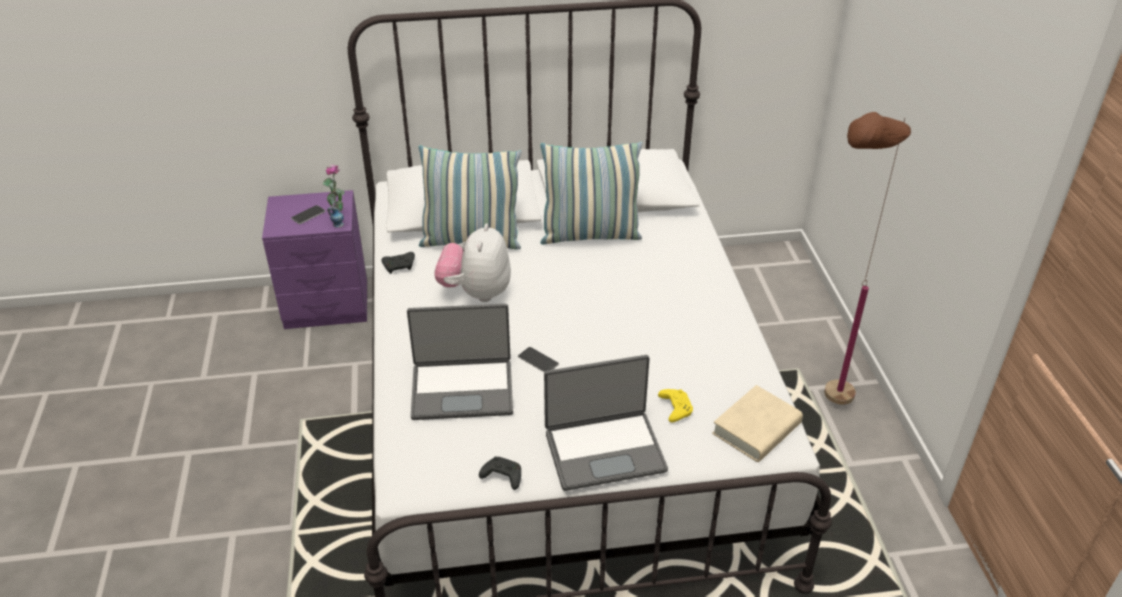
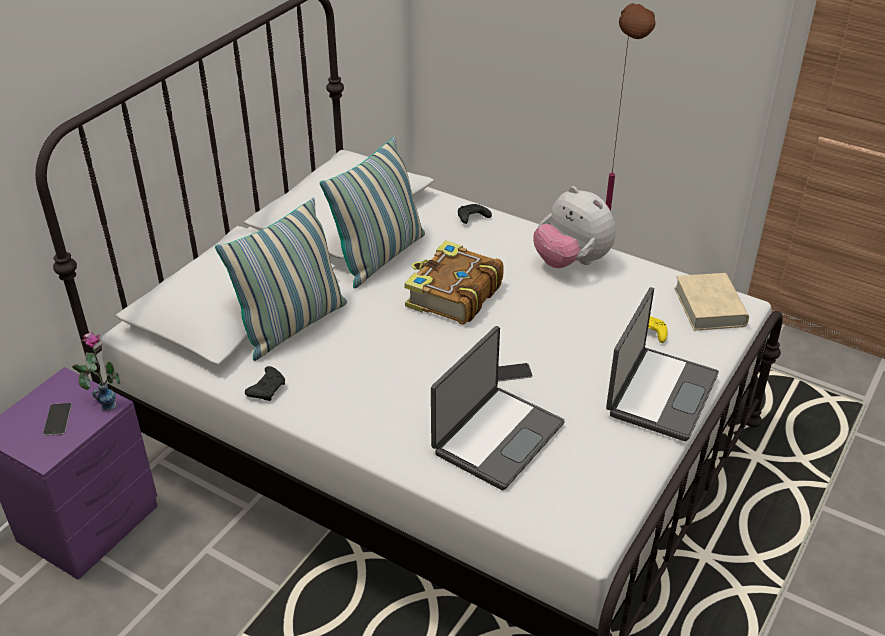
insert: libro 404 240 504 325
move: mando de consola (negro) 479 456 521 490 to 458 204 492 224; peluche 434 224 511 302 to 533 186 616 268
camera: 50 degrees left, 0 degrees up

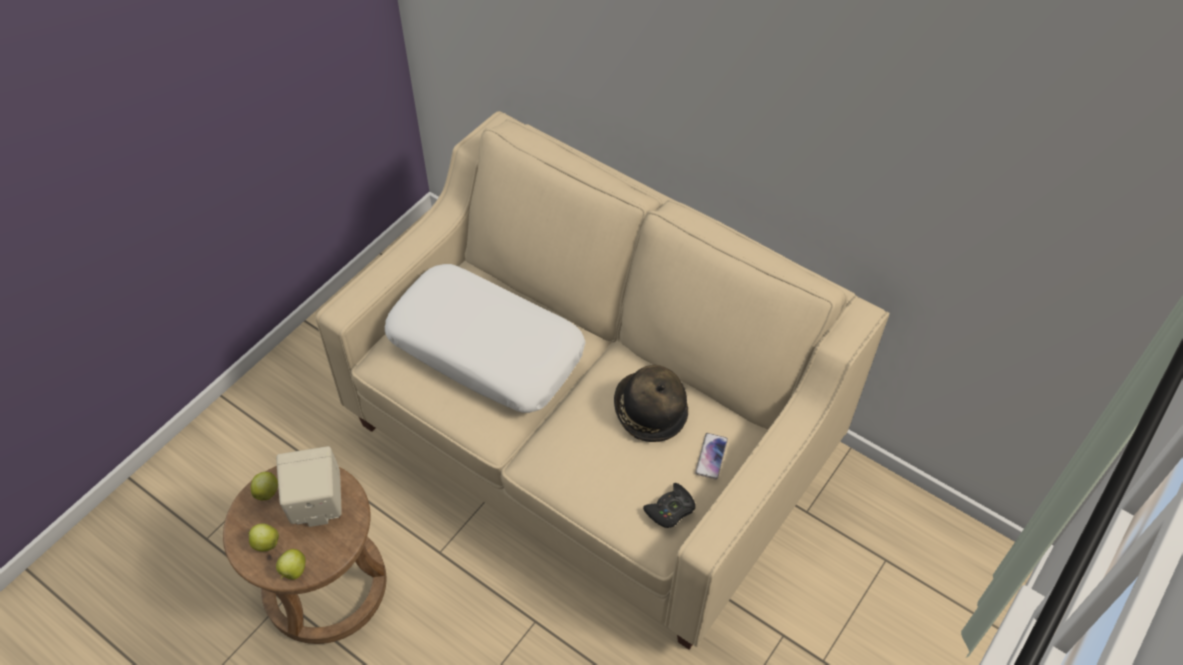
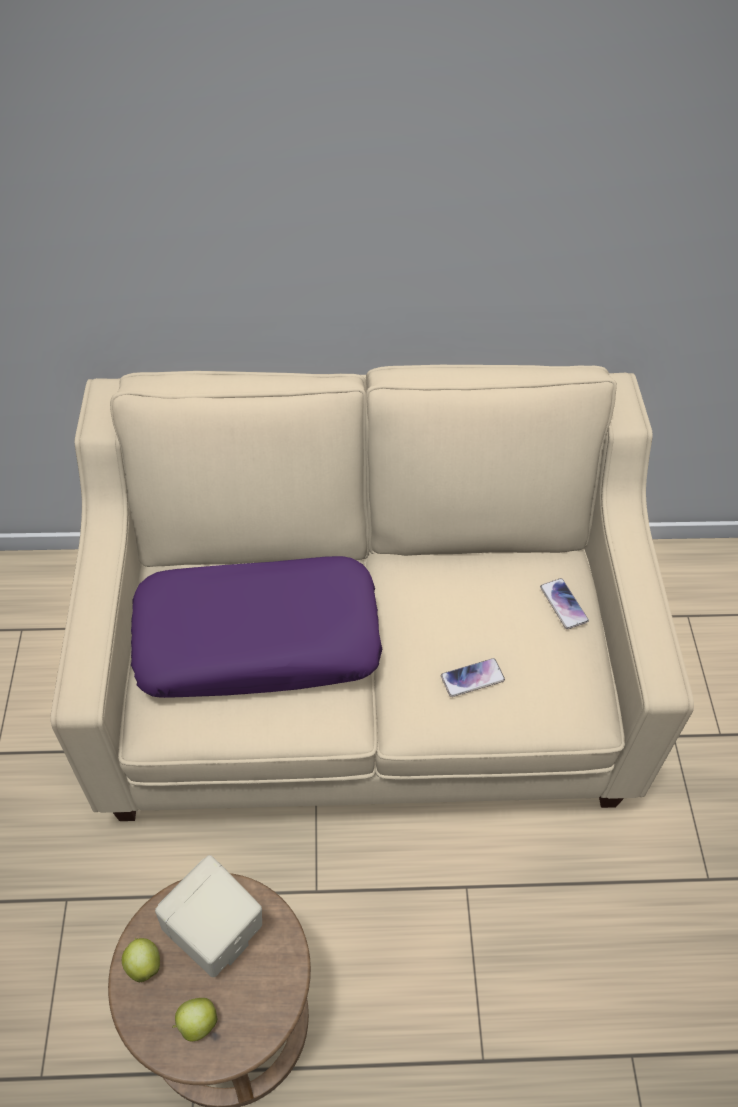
delete: manzana 276 549 305 580; sombrero 614 365 688 442; mando de consola (negro) 643 483 696 528
insert: móvil 441 658 505 697
recolor: cojín (blanco) 385 264 585 413 to cojín (morado) 131 556 382 698
camera: 40 degrees left, 0 degrees up

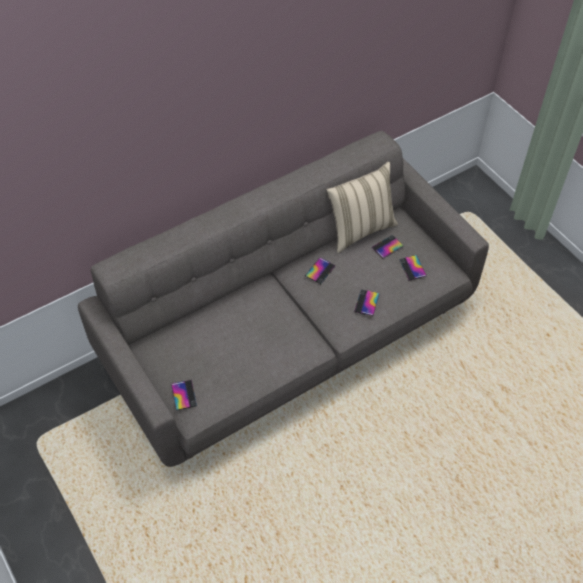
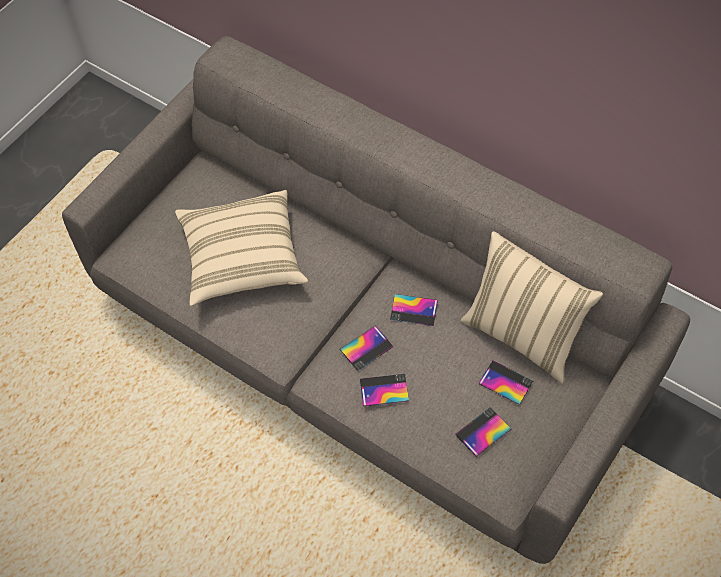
insert: cojín (beis) 175 190 308 306
move: móvil 171 380 197 410 to 340 325 393 371
camera: 70 degrees right, 5 degrees up

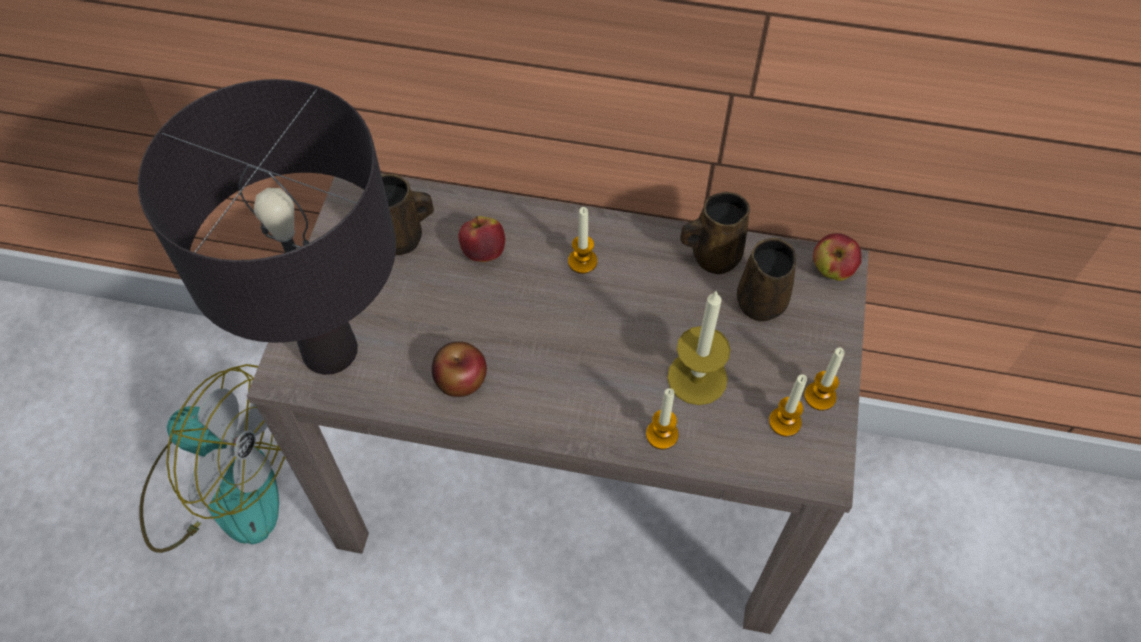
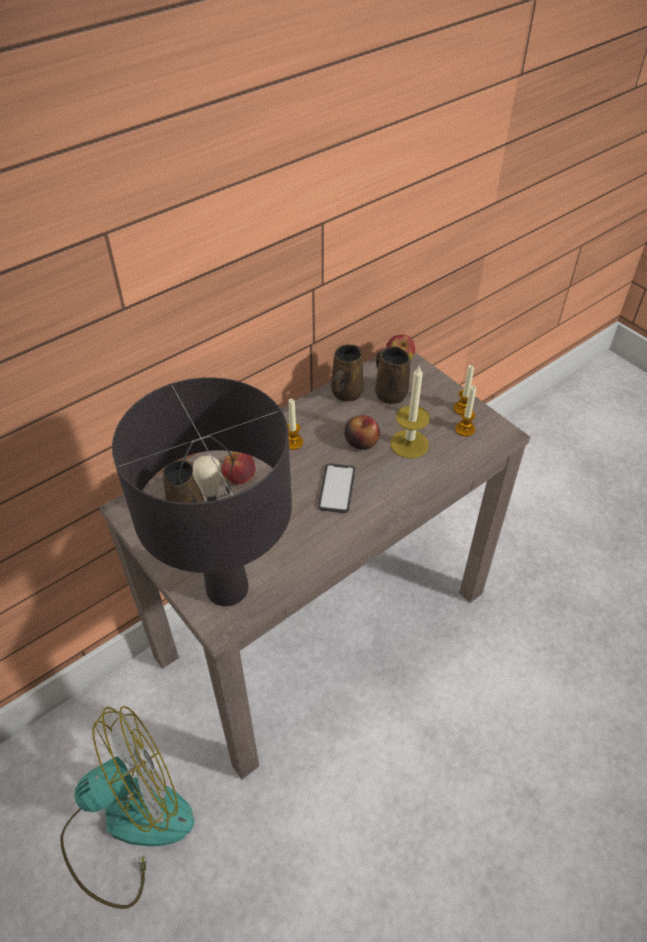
delete: vela 646 388 679 450
insert: móvil 318 463 355 513
move: manzana 432 341 487 397 to 344 415 380 450
camera: 50 degrees left, 10 degrees down

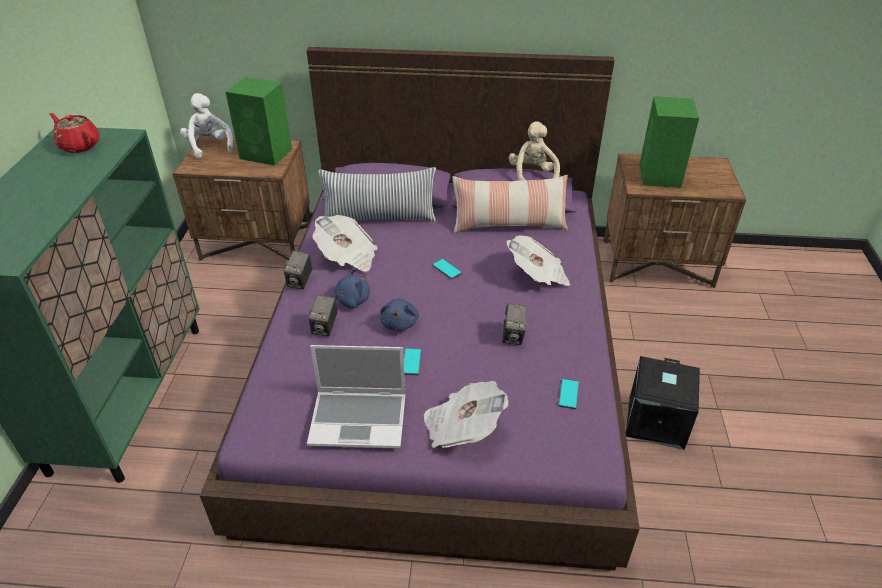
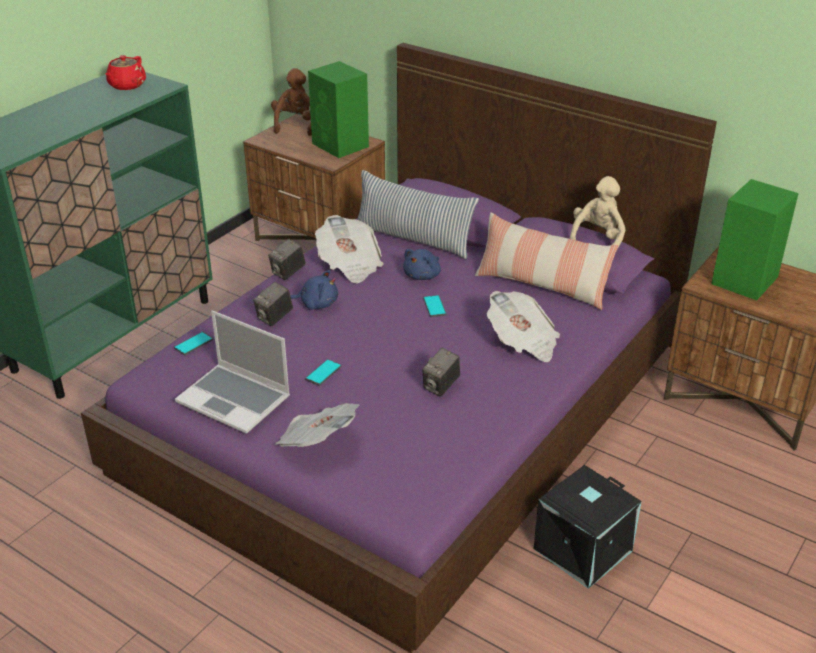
move: móvil 558 378 579 409 to 174 331 213 355; peluche (azul) 381 298 419 331 to 403 249 441 280
recolor: peluche (blanco) 180 93 233 158 to peluche (marrón) 271 68 312 136
rotate: tetera (rojo) 49 113 100 153 = 105 55 146 90 135 degrees counterclockwise
camera: 30 degrees right, 5 degrees down

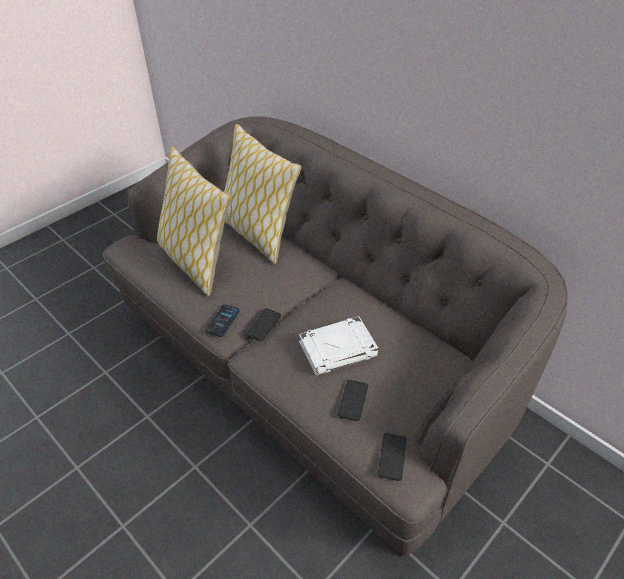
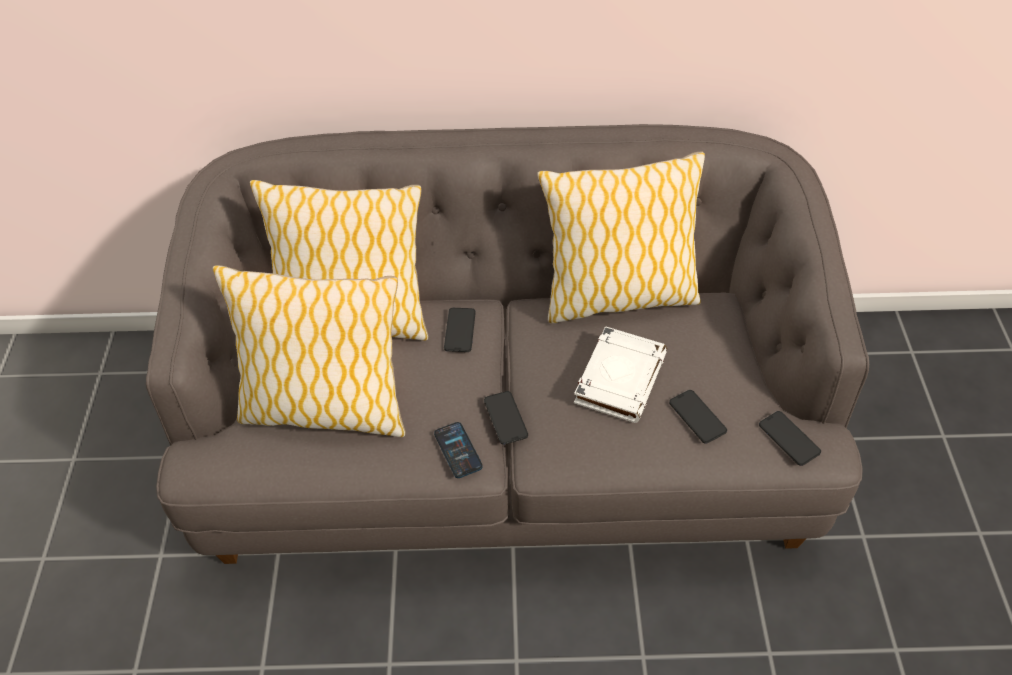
insert: móvil 444 308 476 352; cojín 537 151 705 323
camera: 45 degrees left, 5 degrees up

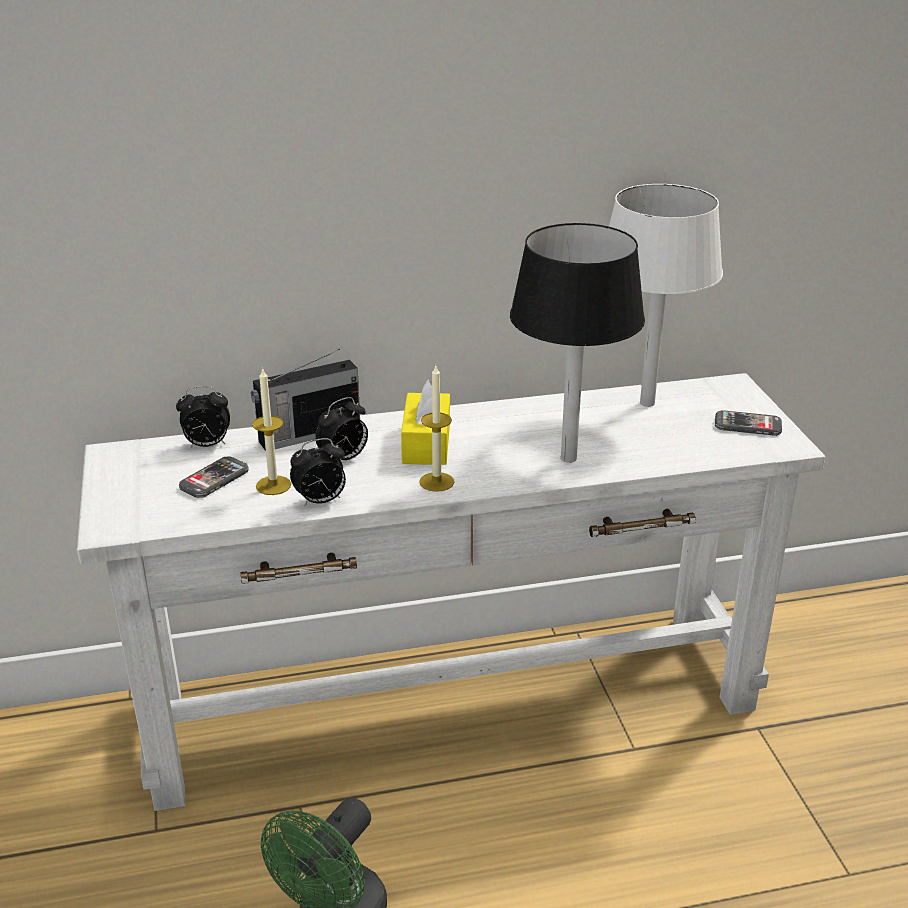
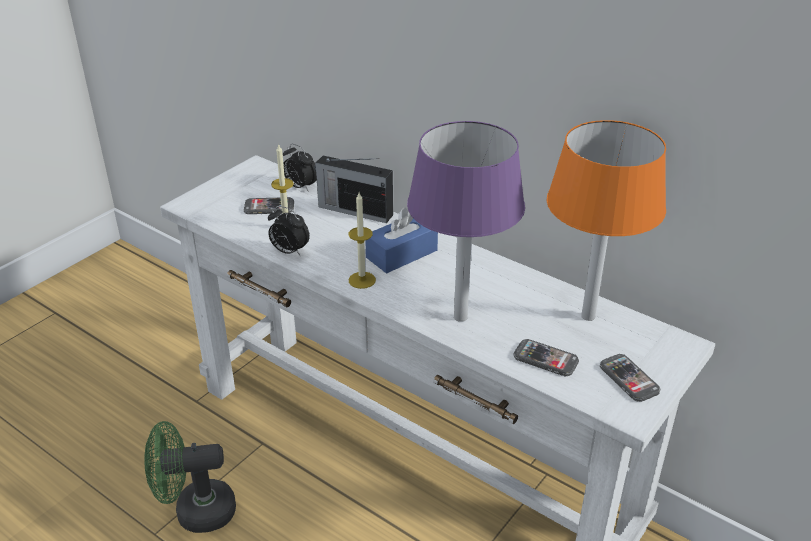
delete: despertador 315 397 368 460
insert: móvil 513 339 579 376
recolor: caja de pañuelos (amarillo) 401 380 450 465 to caja de pañuelos (azul) 365 208 438 274; lámpara de mesa (negro) 510 223 645 463 to lámpara de mesa (morado) 407 121 525 322; lámpara de mesa (blanco) 609 184 723 407 to lámpara de mesa (naranja) 547 120 666 321
camera: 50 degrees right, 5 degrees up

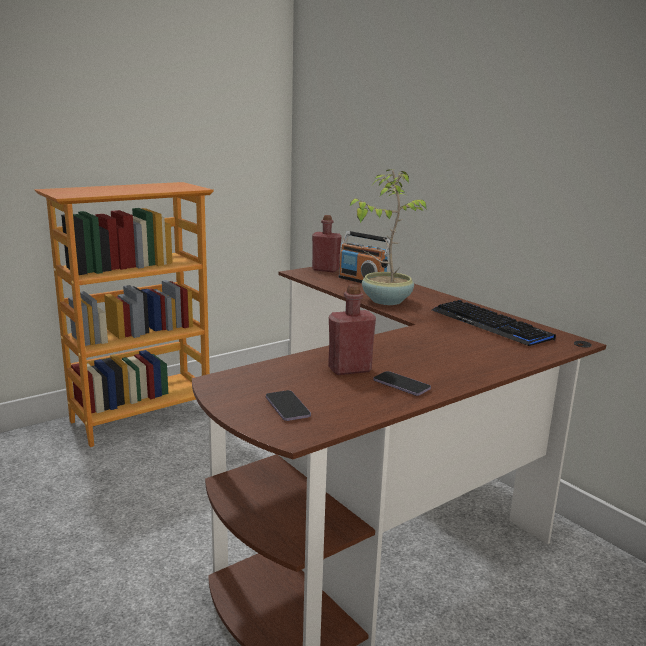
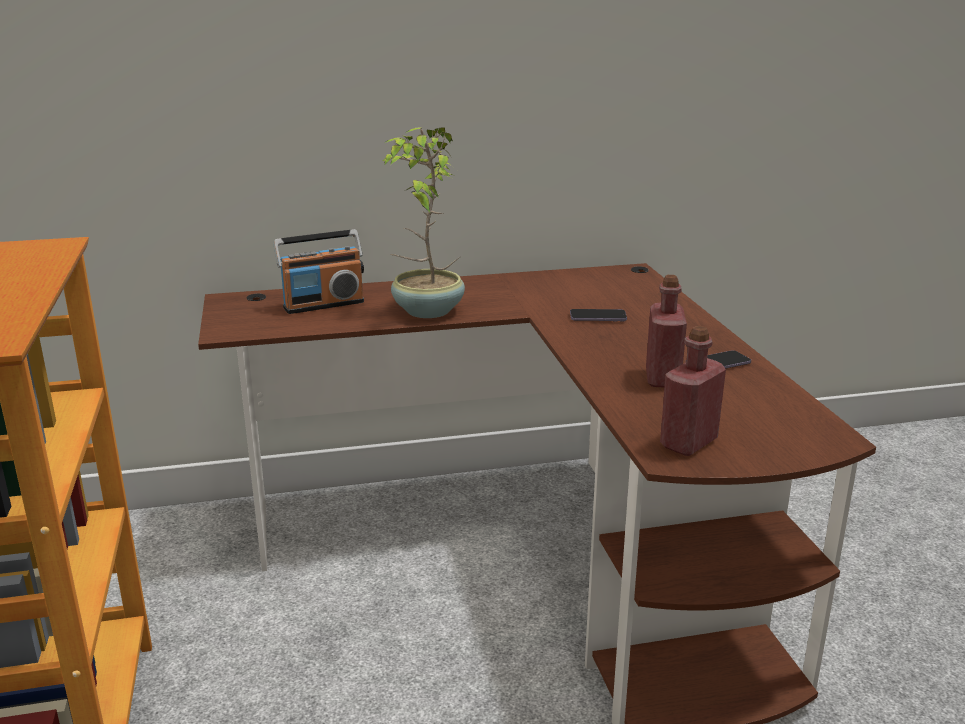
delete: teclado 432 300 556 346
move: móvil 266 390 311 421 to 570 309 627 322; botella (rojo) 312 215 342 272 to 660 326 726 456
camera: 65 degrees left, 5 degrees up

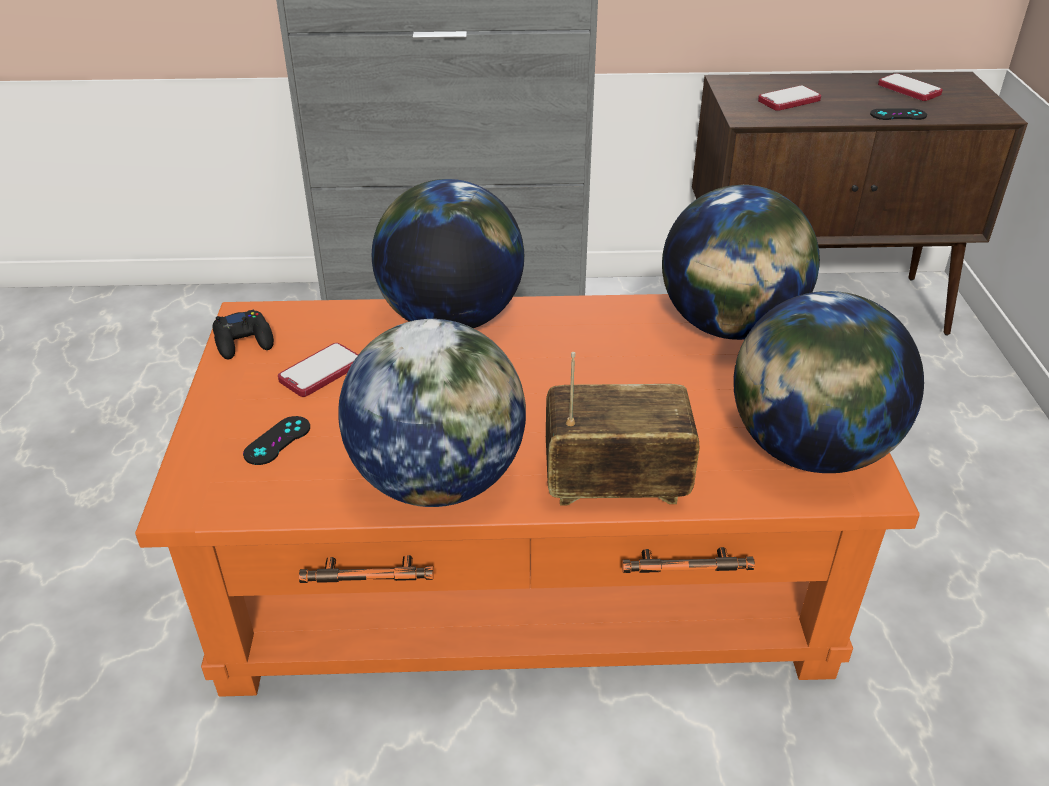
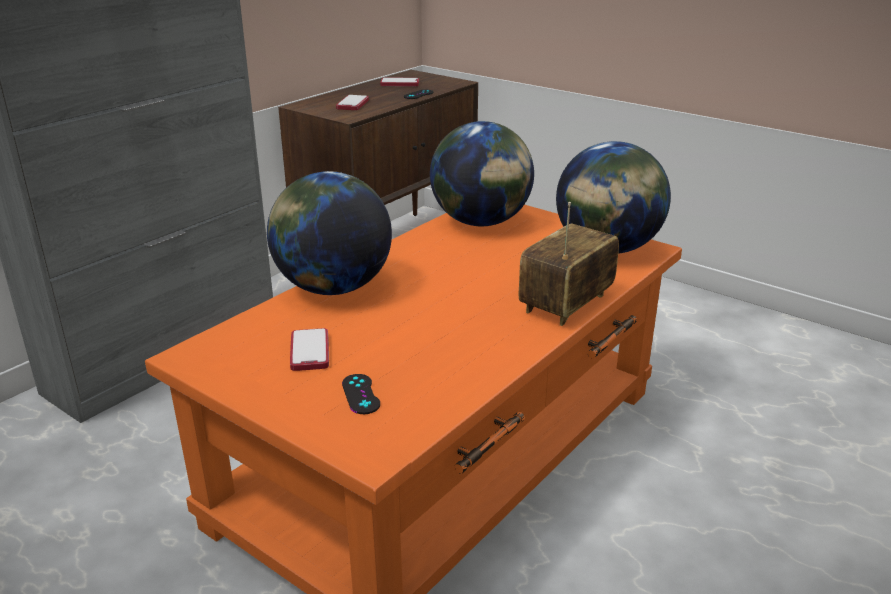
delete: mando de consola (negro) 213 310 274 359; globo terráqueo 339 319 526 507
camera: 50 degrees left, 10 degrees down

